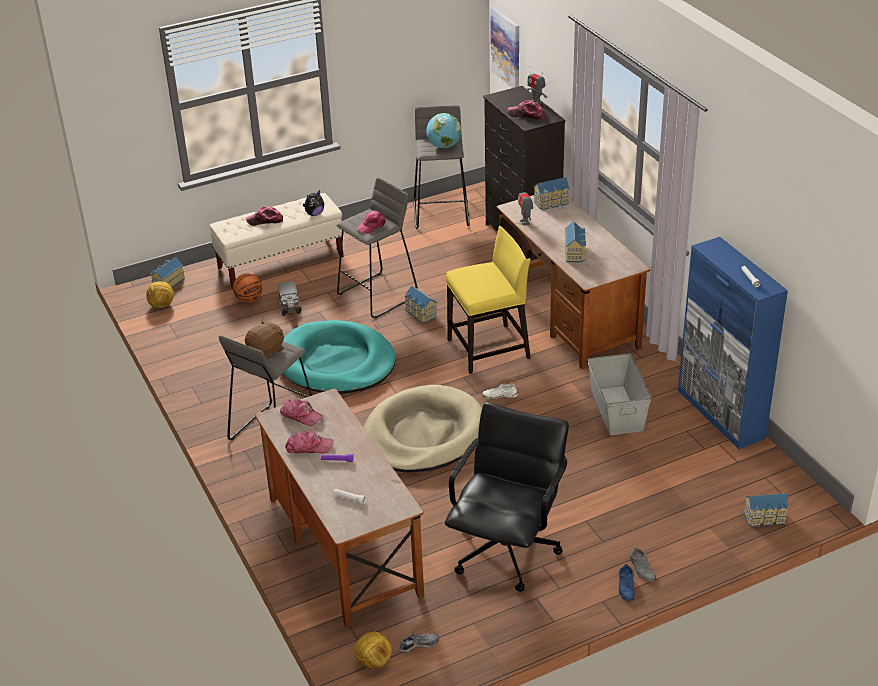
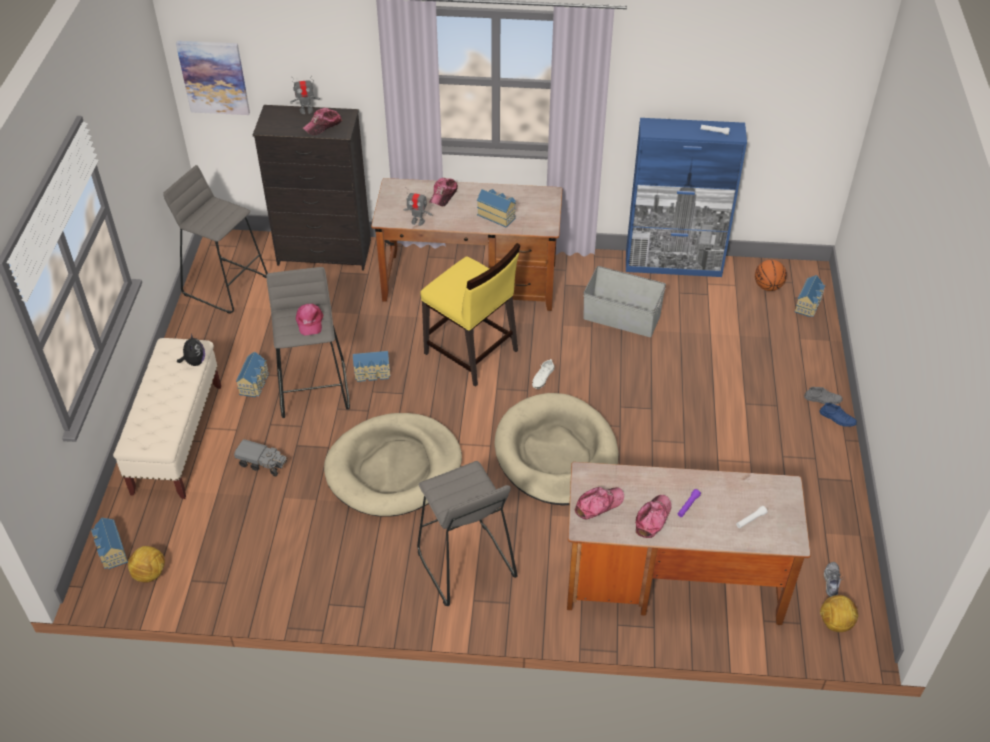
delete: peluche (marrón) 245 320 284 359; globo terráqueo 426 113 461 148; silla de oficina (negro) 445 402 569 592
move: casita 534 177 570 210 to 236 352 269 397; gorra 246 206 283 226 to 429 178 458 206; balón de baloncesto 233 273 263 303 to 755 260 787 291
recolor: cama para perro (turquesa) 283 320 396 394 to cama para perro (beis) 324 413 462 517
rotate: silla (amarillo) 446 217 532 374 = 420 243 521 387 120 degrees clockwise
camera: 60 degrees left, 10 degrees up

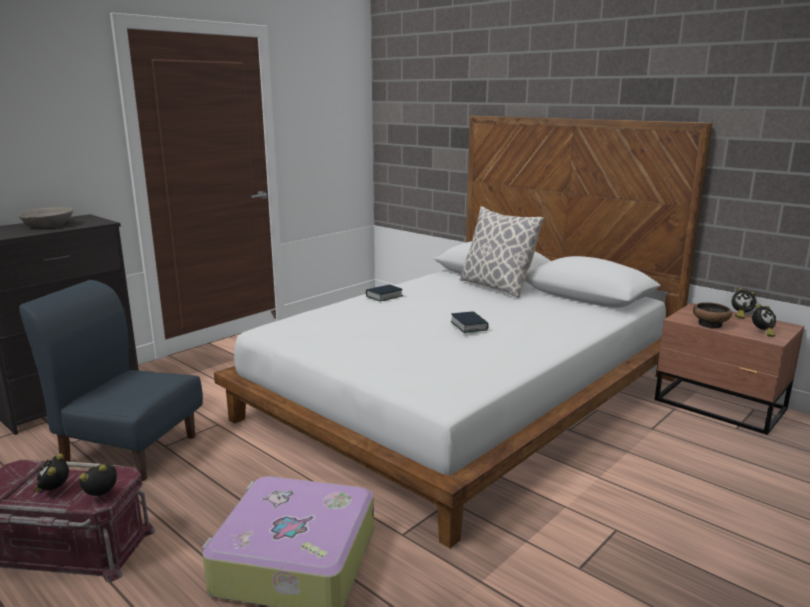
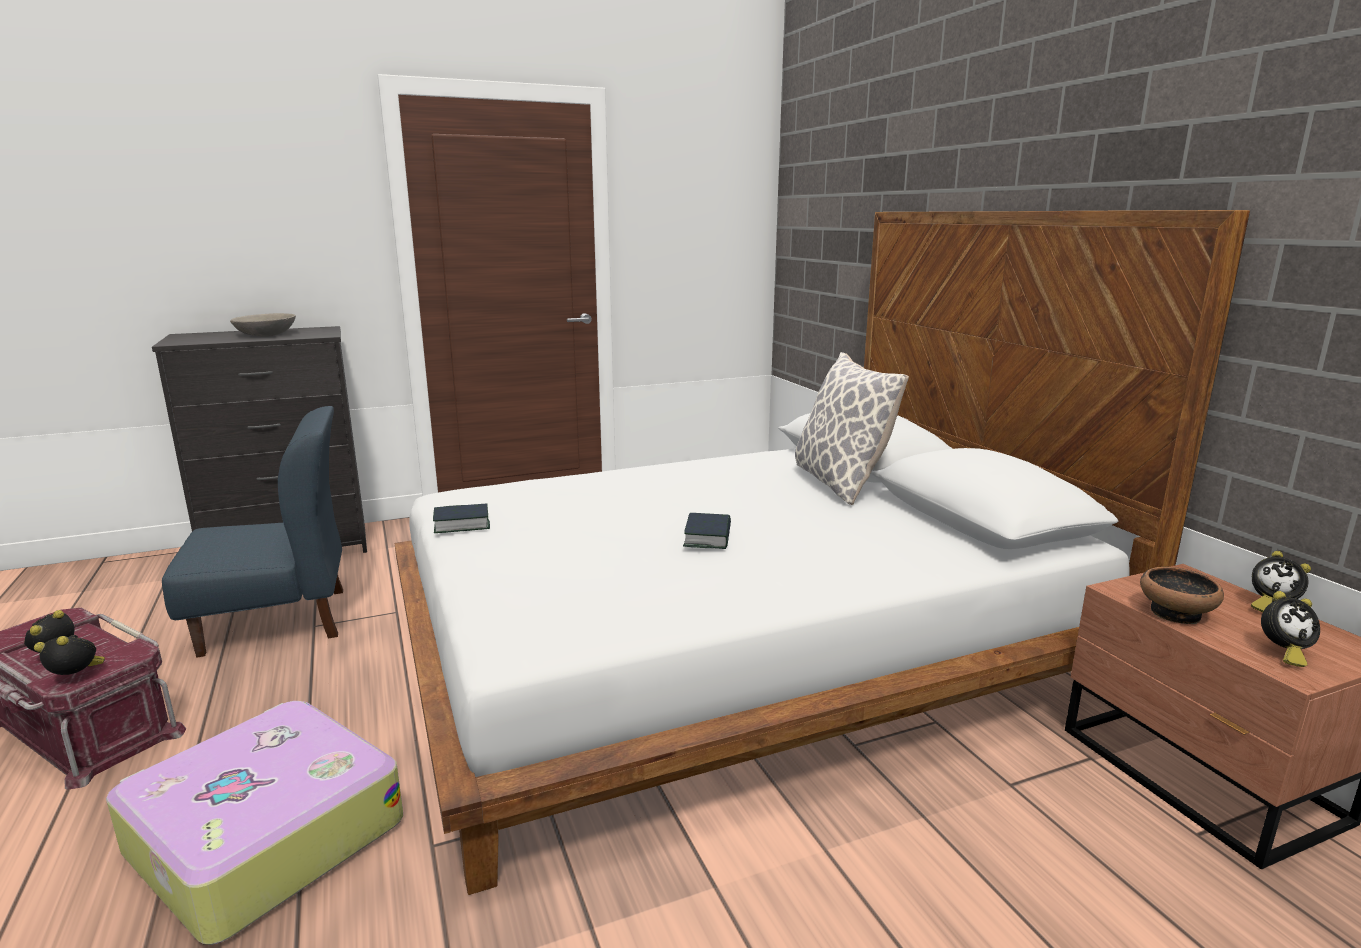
move: libro 366 285 403 301 to 433 503 490 533
rotate: silla (azul) 19 280 203 481 = 162 406 343 658 120 degrees clockwise
camera: 25 degrees right, 0 degrees up

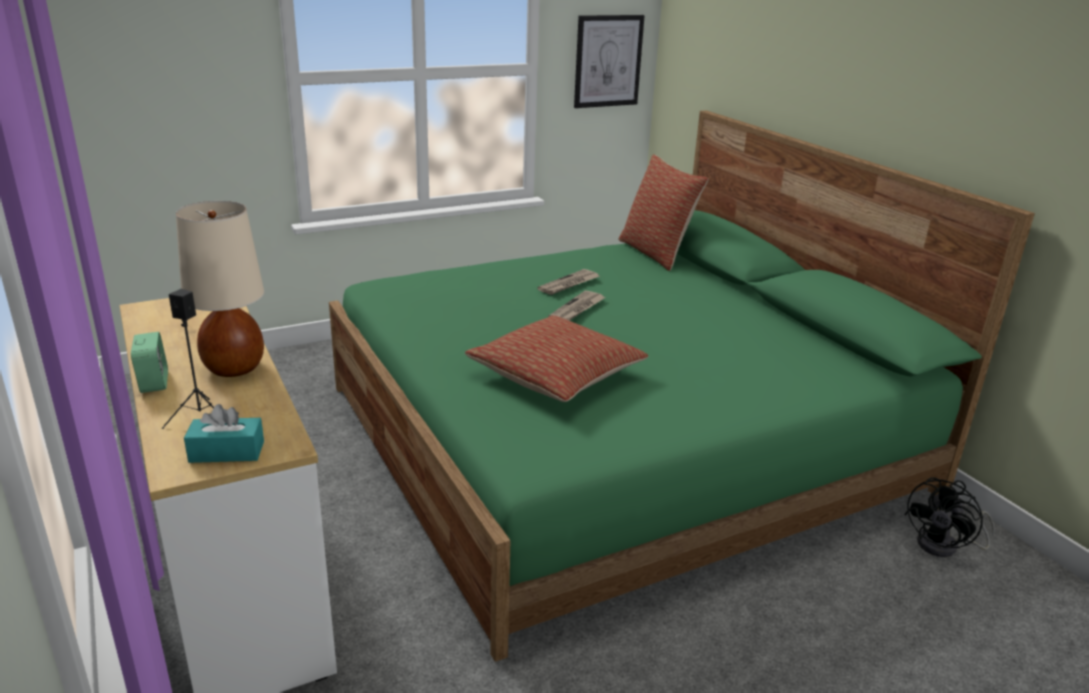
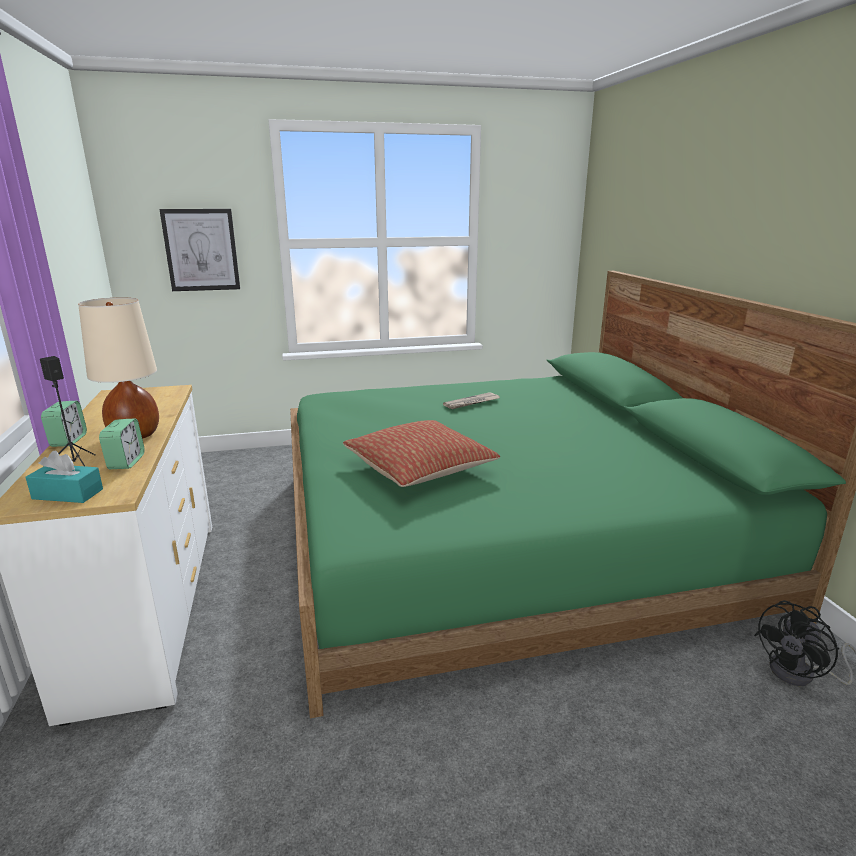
delete: periódico 548 291 606 321; cojín 619 154 709 271
insert: despertador 99 419 144 469
move: cuadro 574 15 645 108 to 159 209 240 291
camera: 15 degrees right, 5 degrees down

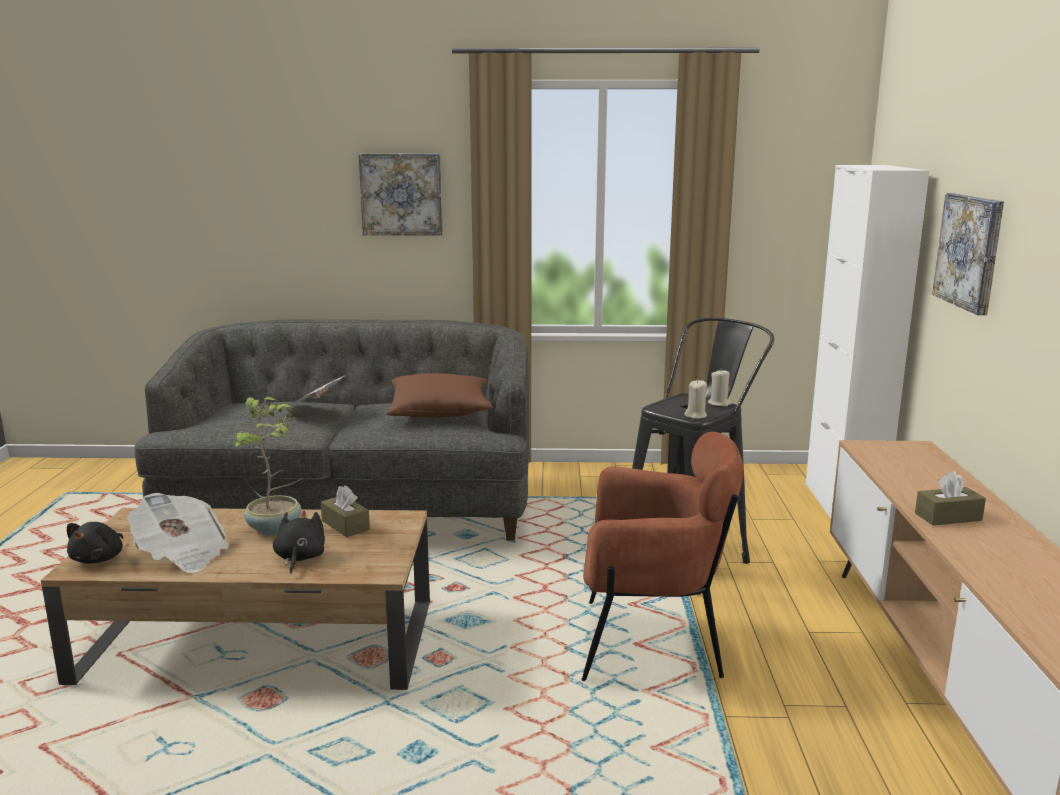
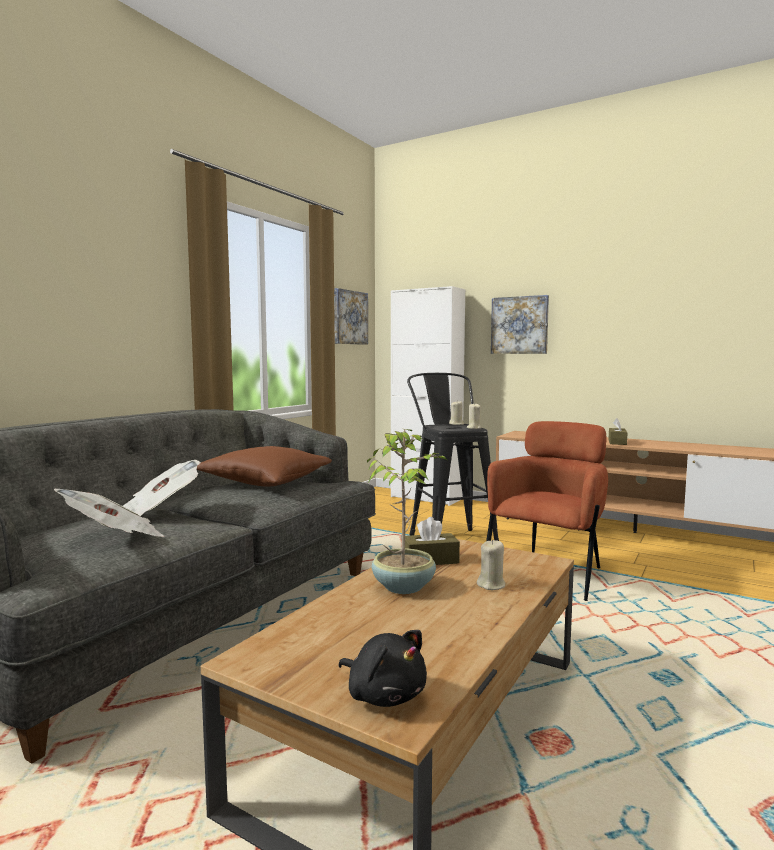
move: periódico 127 493 230 573 to 54 489 165 537; cuadro 359 153 443 236 to 334 288 368 345
replace: peluche (negro) 273 510 325 574 to vela (beis) 477 540 505 590
camera: 60 degrees left, 10 degrees down

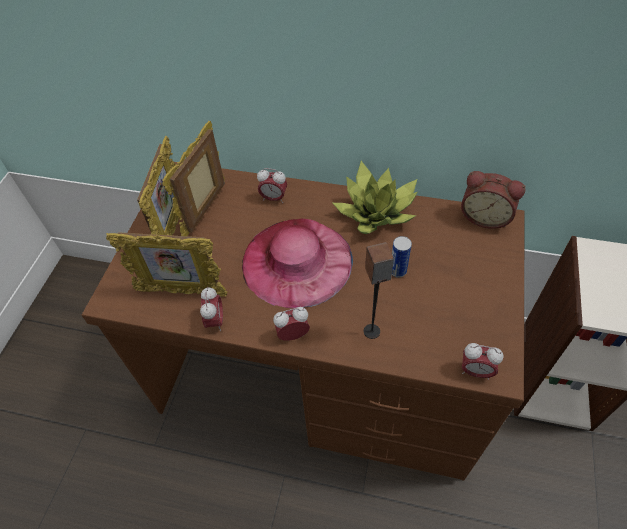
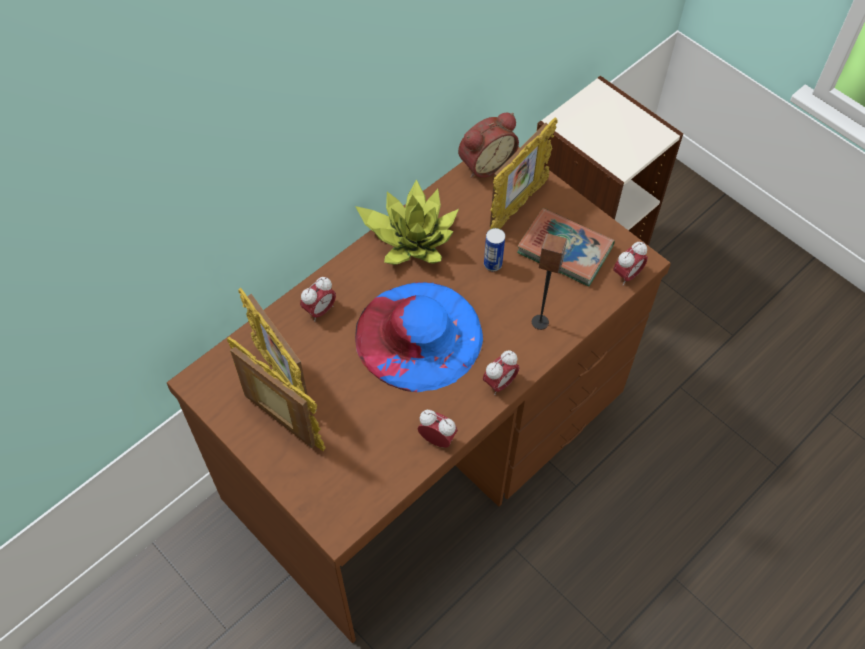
insert: libro 517 208 615 287
move: portarretratos 106 232 227 297 to 490 117 558 229
recolor: sombrero (rosa) 242 219 353 308 to sombrero (azul) 355 282 483 392
rotate: despertador 273 307 310 341 = 483 350 519 395 150 degrees counterclockwise
camera: 60 degrees left, 5 degrees up

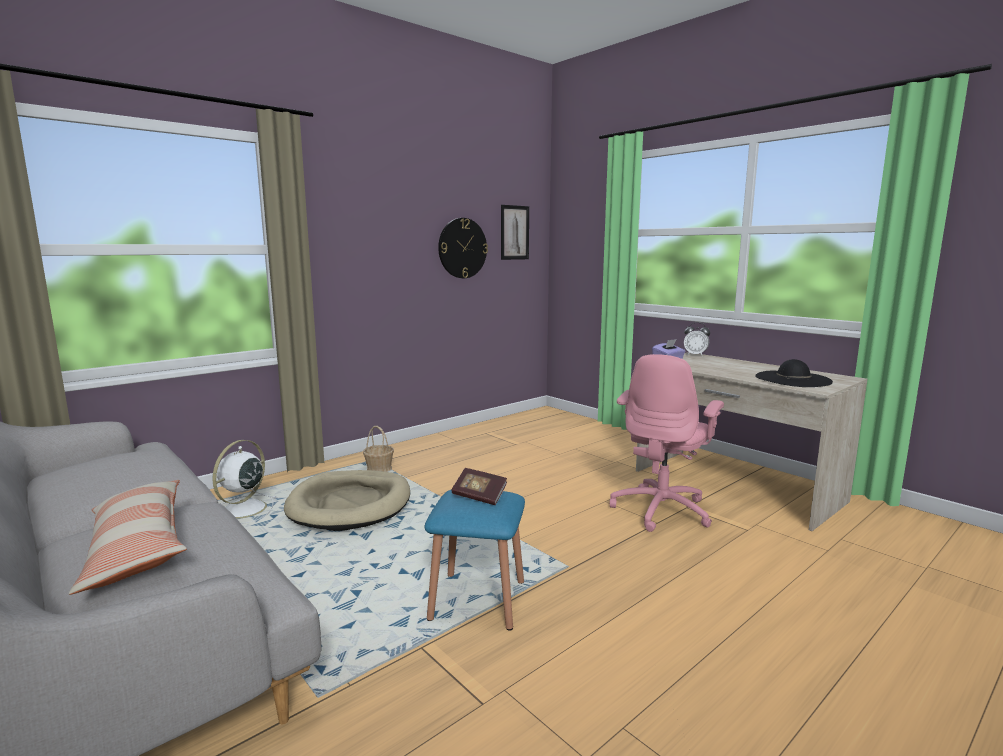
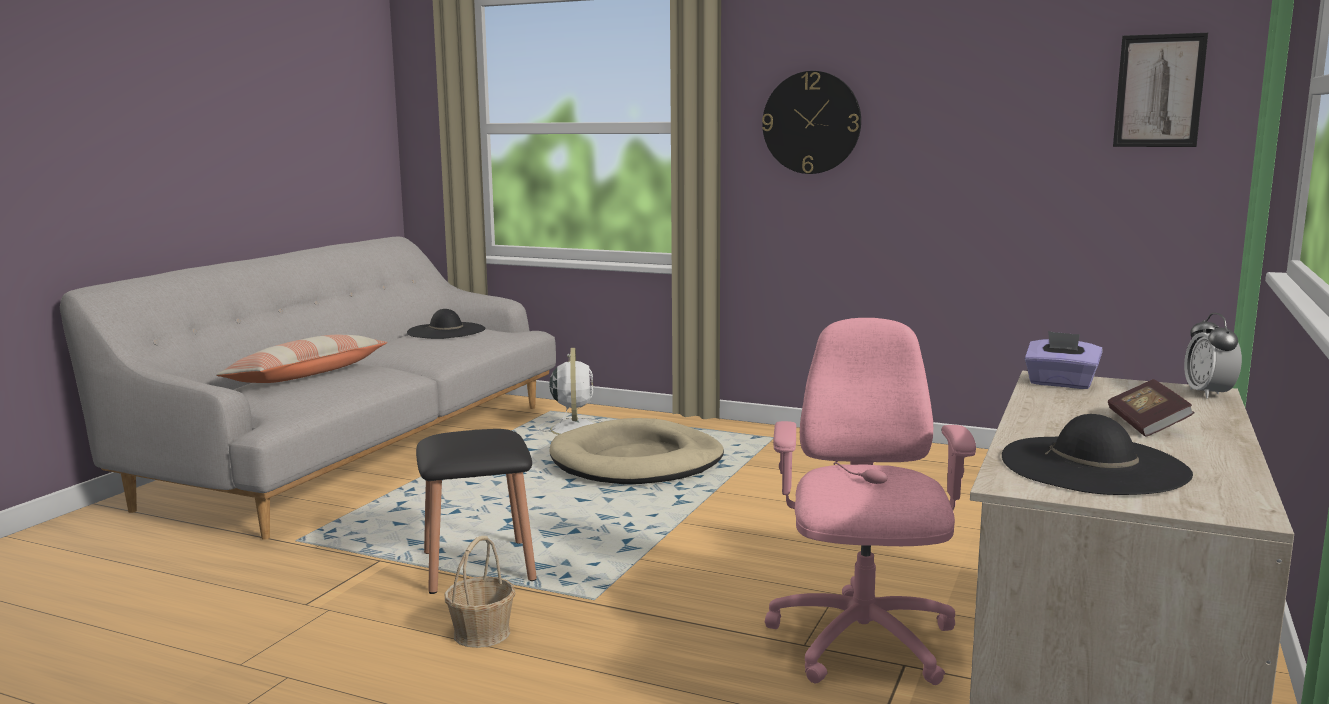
insert: sombrero (negro) 407 309 485 339
move: cesta 363 426 394 472 to 445 536 515 648; reloj de pared 438 218 488 278 to 762 71 861 174; libro 451 468 507 505 to 1108 379 1194 437
recolor: taburete (azul) 425 490 525 631 to taburete (negro) 416 429 537 594
rotate: ventilador (blanco) 212 440 276 524 = 539 348 604 435 90 degrees clockwise; silla de oficina (rosa) 610 354 724 532 = 765 318 976 685 90 degrees clockwise
camera: 65 degrees right, 0 degrees up

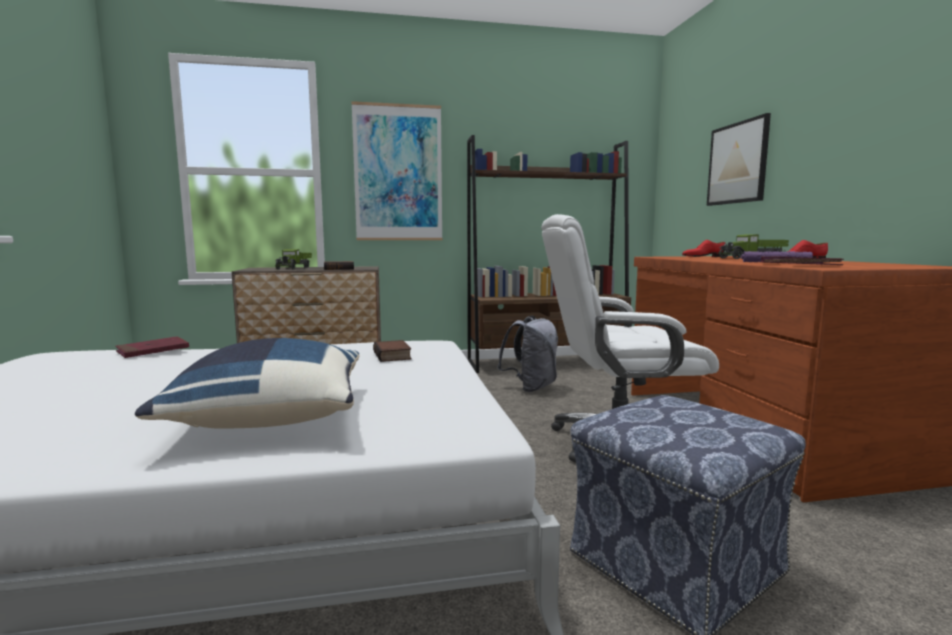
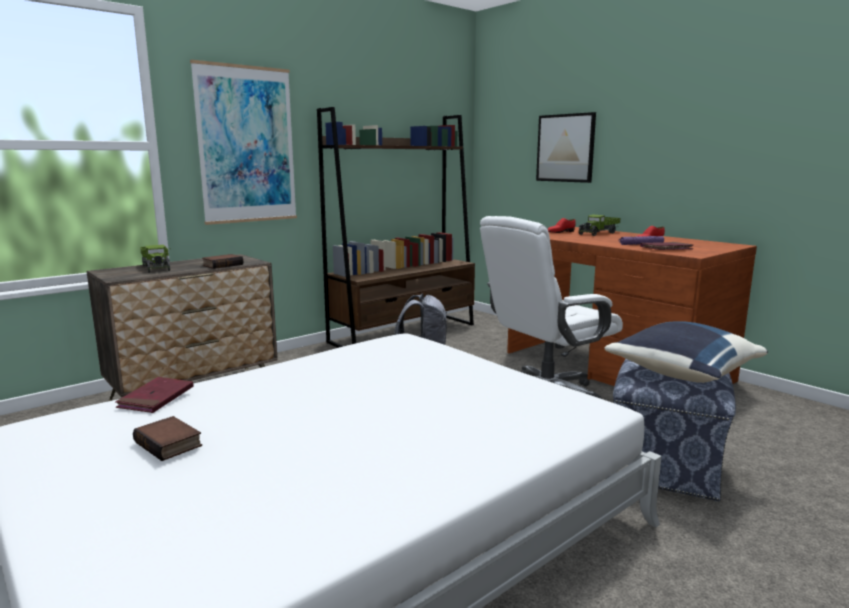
move: libro 373 340 412 362 to 133 416 202 461; cojín (azul) 135 338 360 429 to 604 321 768 383
camera: 30 degrees left, 5 degrees up

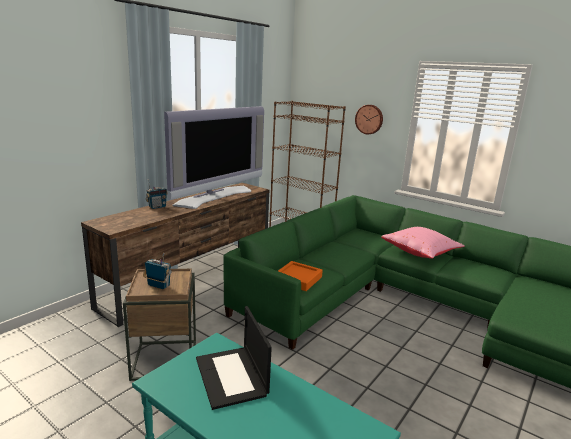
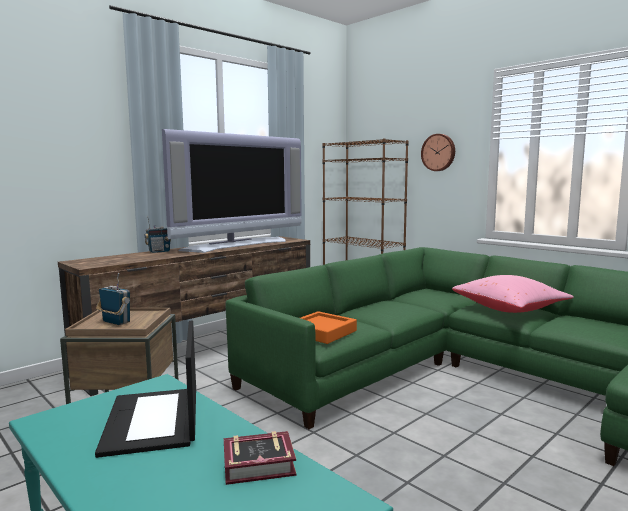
insert: libro 224 431 296 485
camera: 10 degrees right, 10 degrees down

